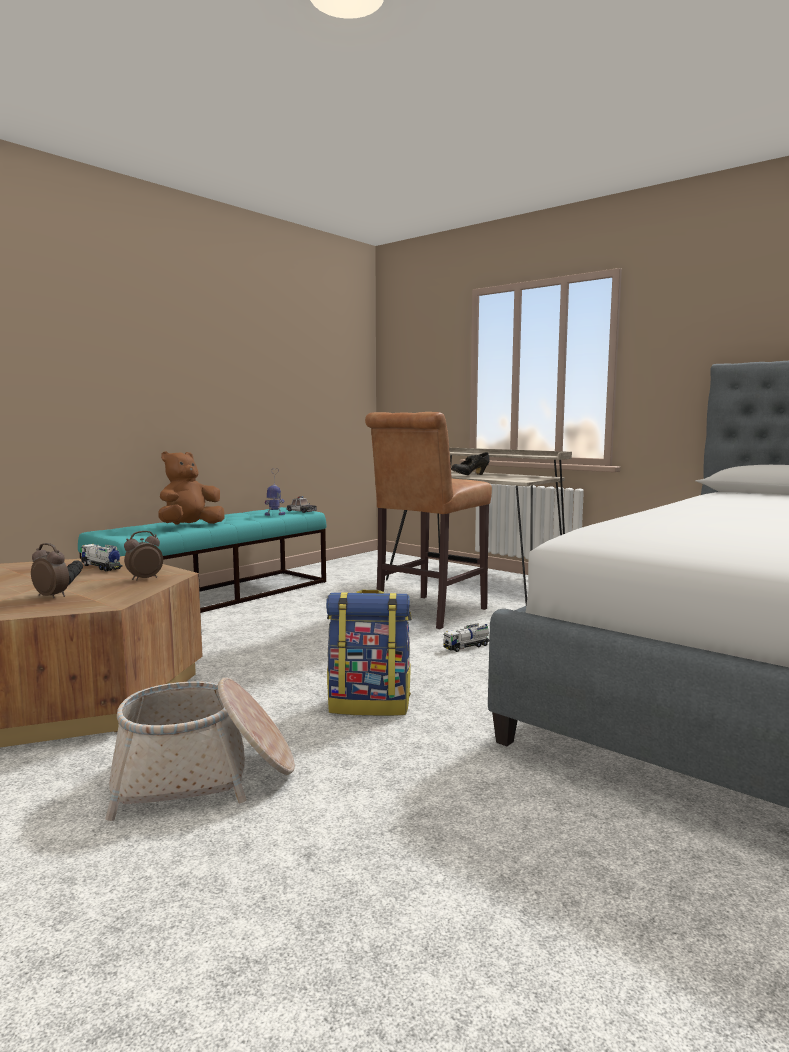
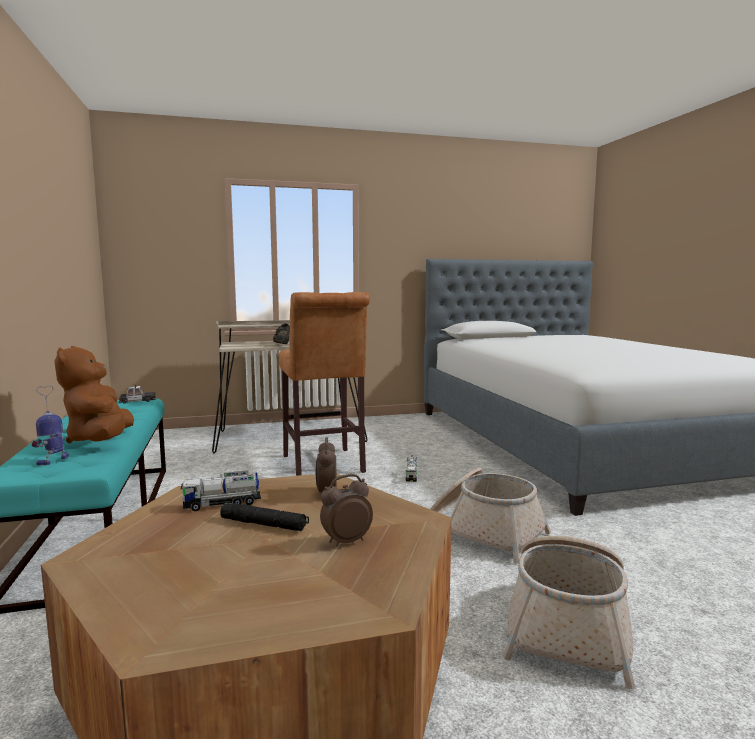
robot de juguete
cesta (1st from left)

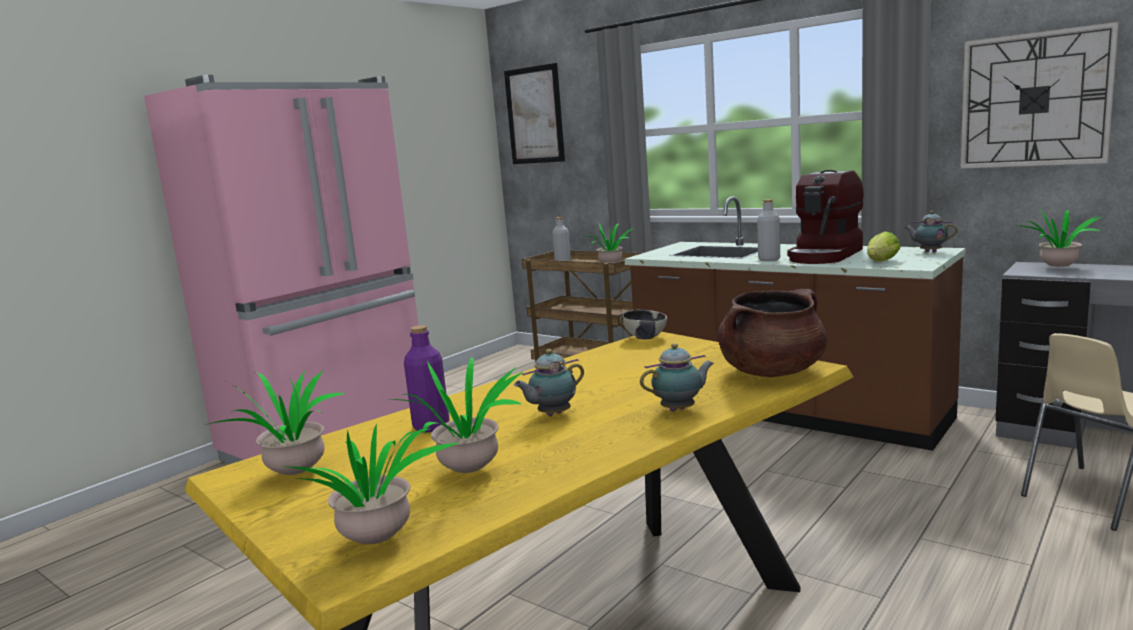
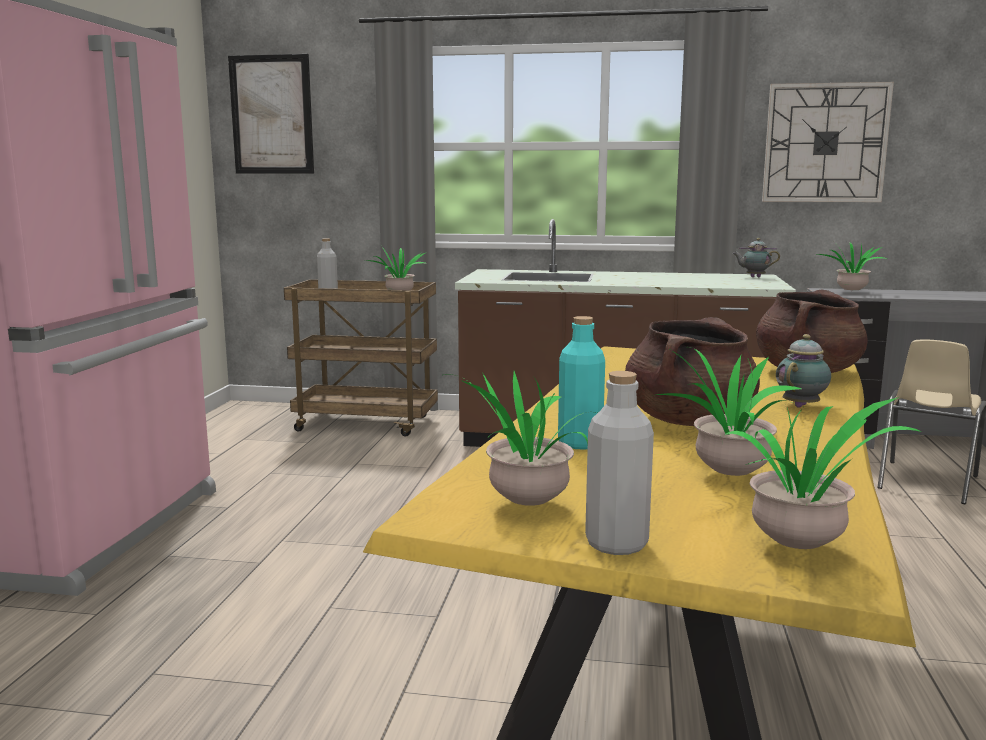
botella [turquesa]
botella [gris] (2nd from left)
olla [marrón] (1st from left)
cuenco
cafetera
lechuga

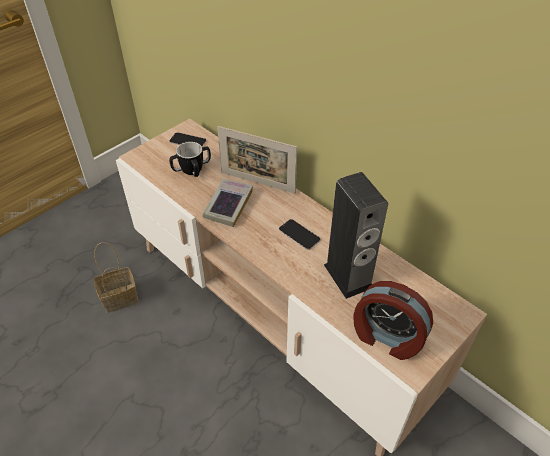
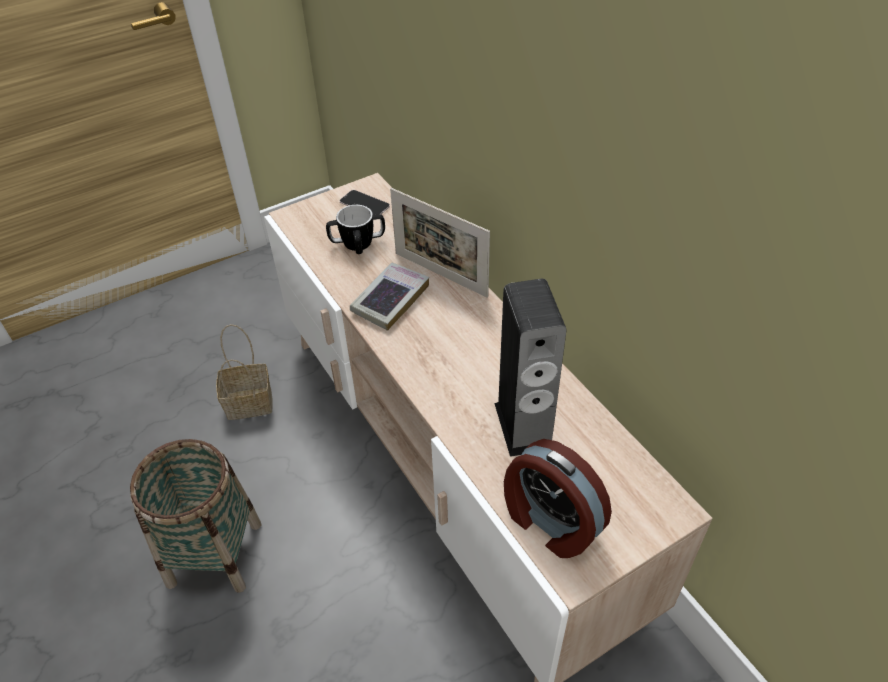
cesta (1st from left)
móvil (2nd from left in the first image)

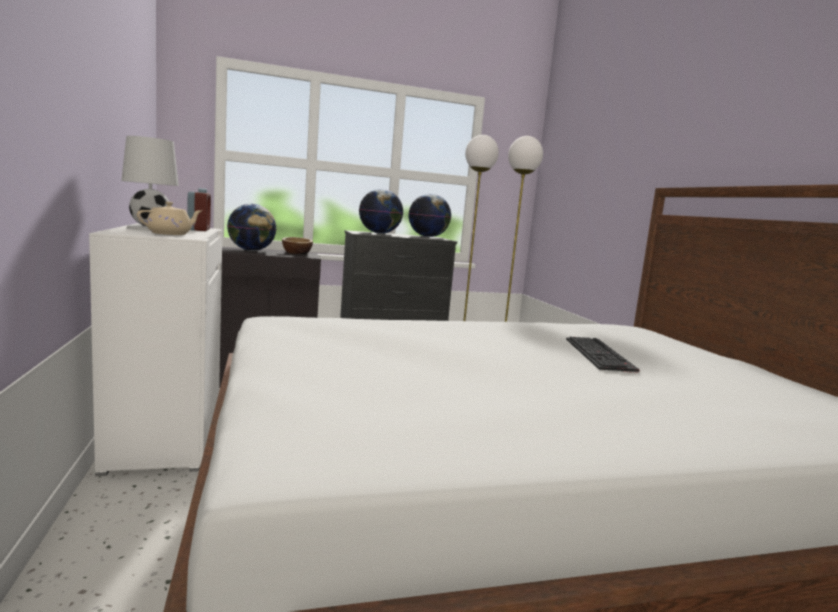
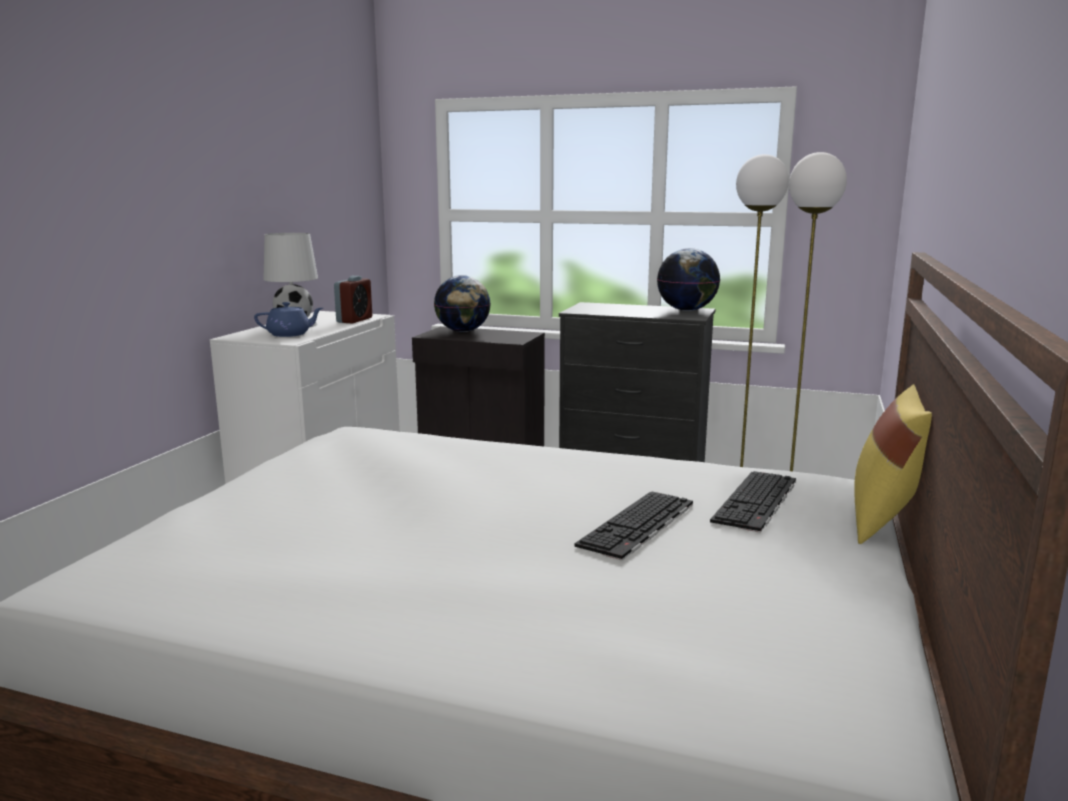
tetera [azul]
teclado (2nd from left)
cojín [amarillo]
cuenco
globo terráqueo (2nd from left in the first image)

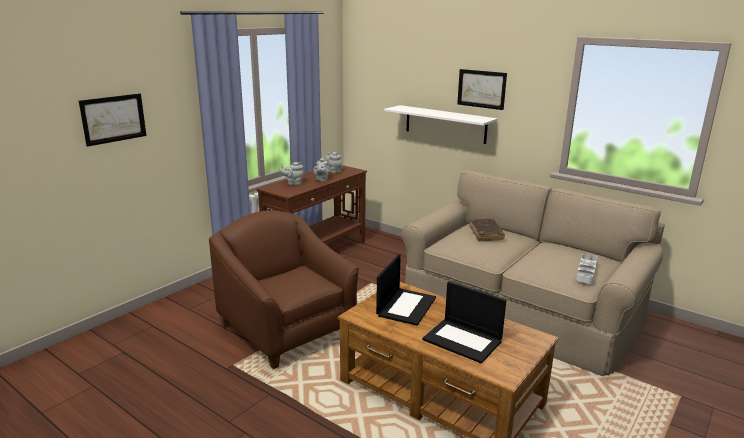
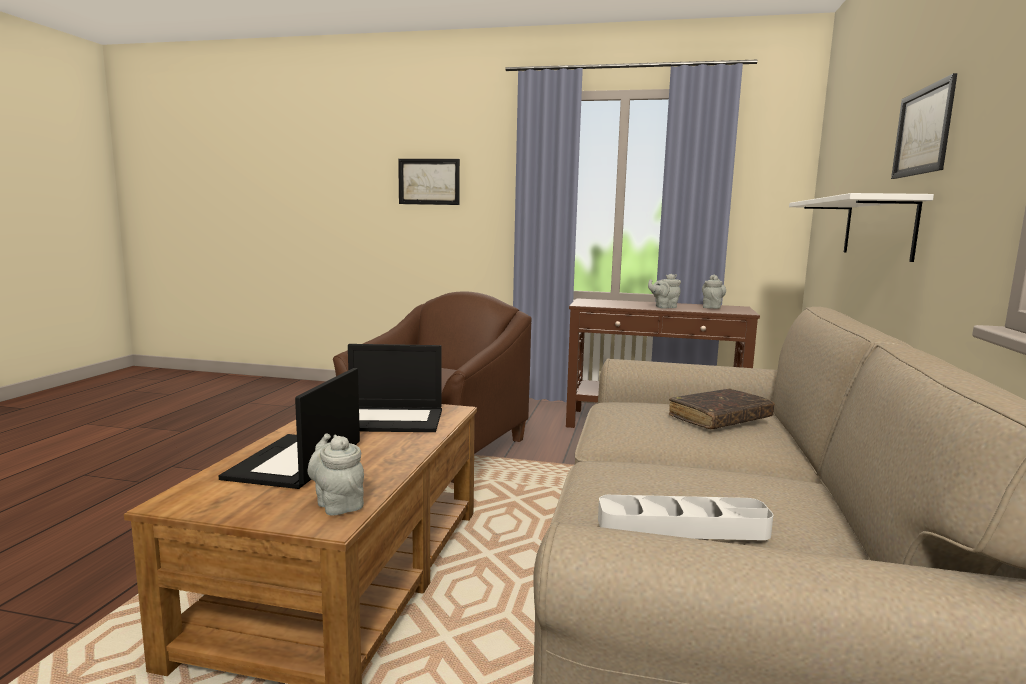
tetera [gris] (1st from left)

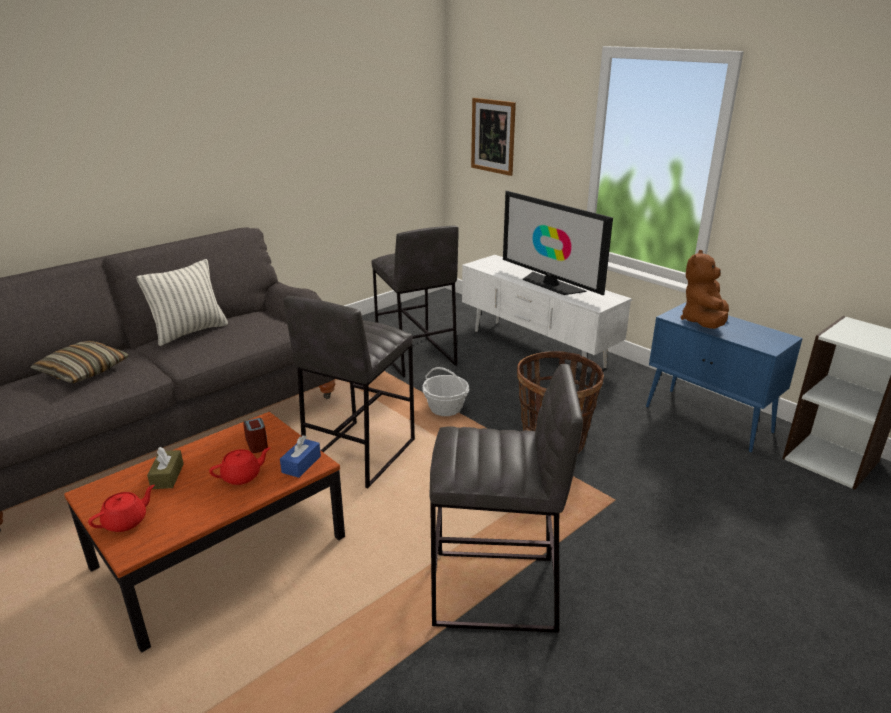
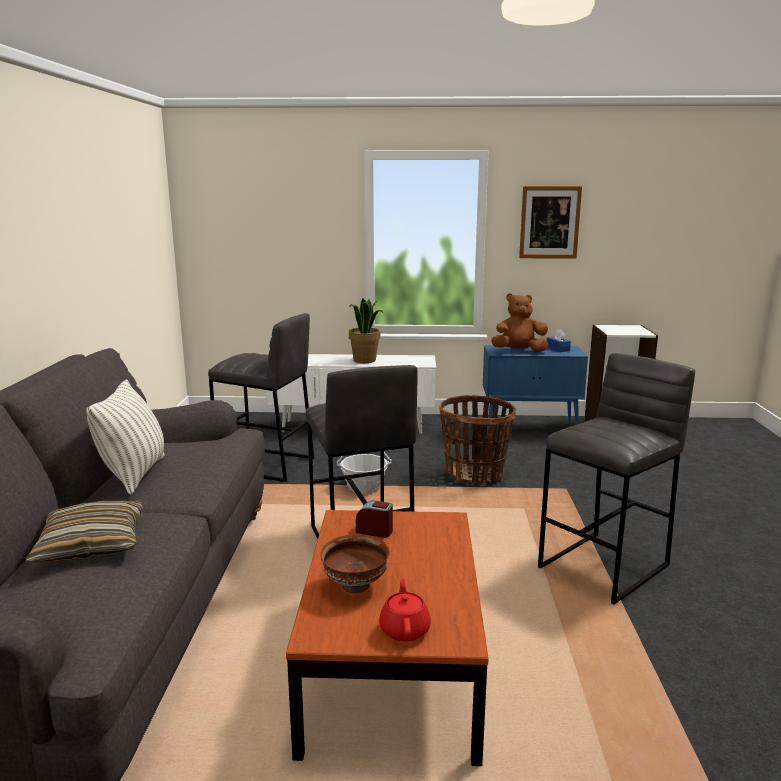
cuenco [marrón]
planta en maceta
peluche [marrón]
cuadro
caja de pañuelos [azul]
tetera [rojo] (2nd from left in the first image)

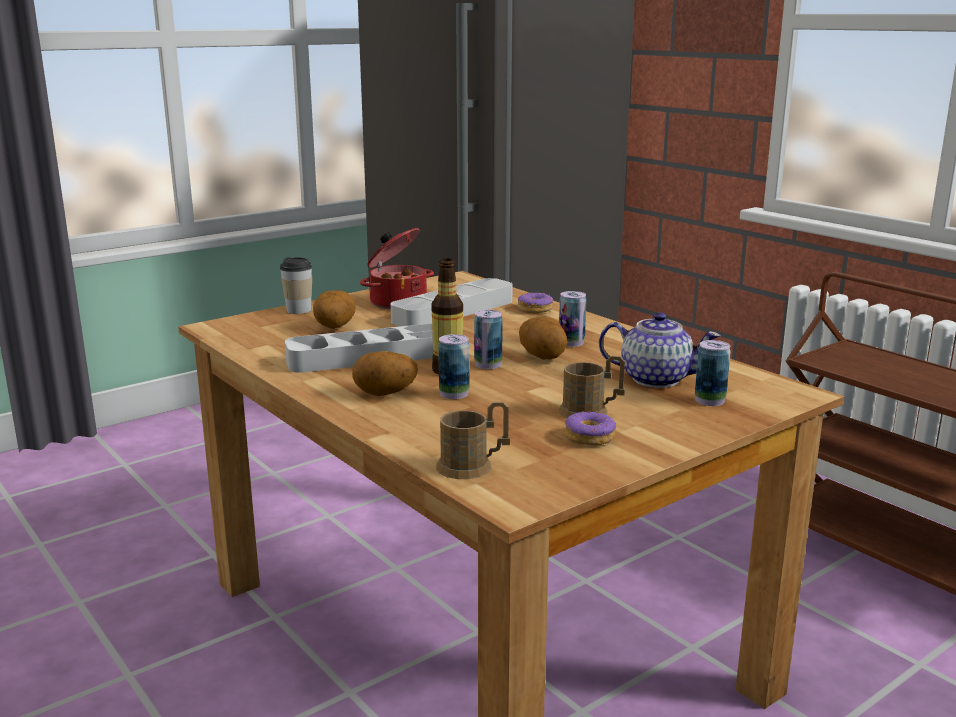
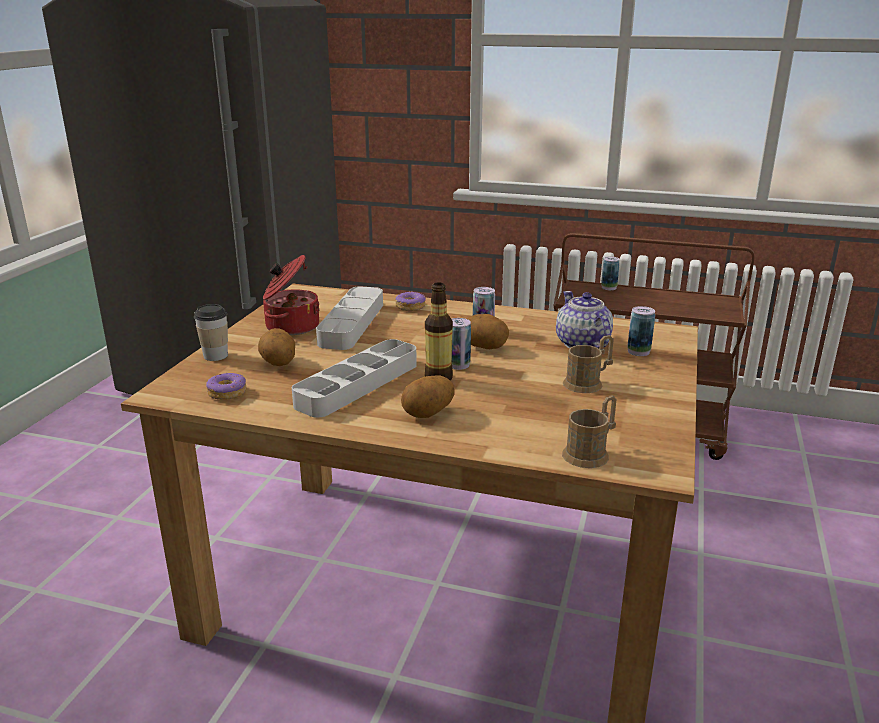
rosquilla (1st from left)
tetera
lata (3rd from left)

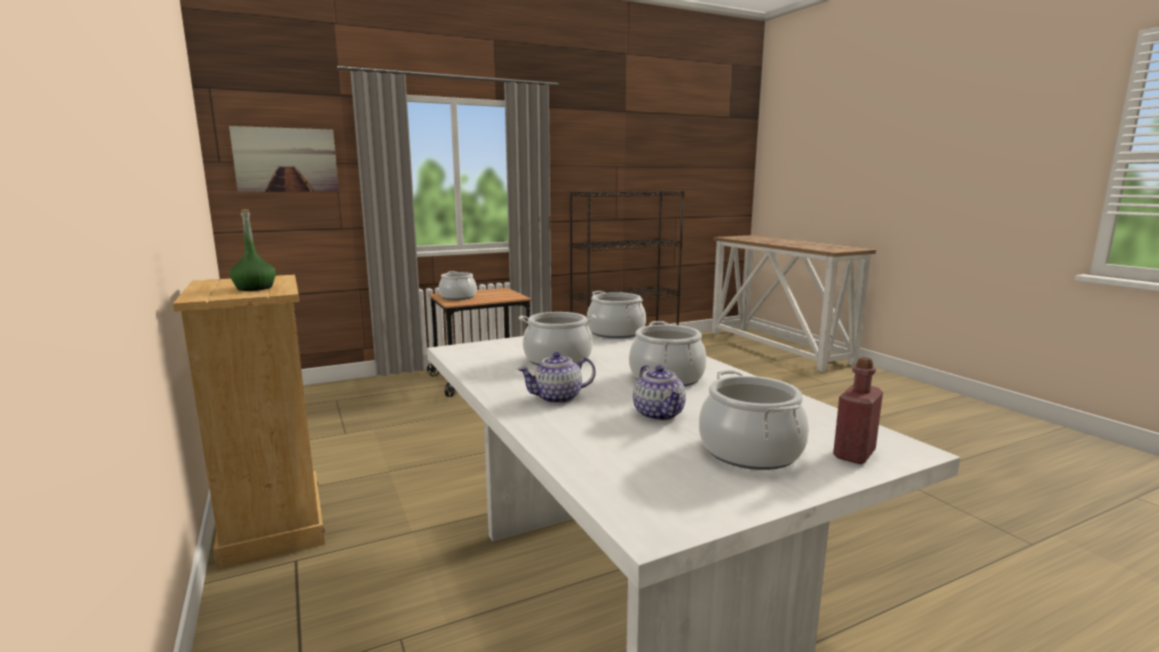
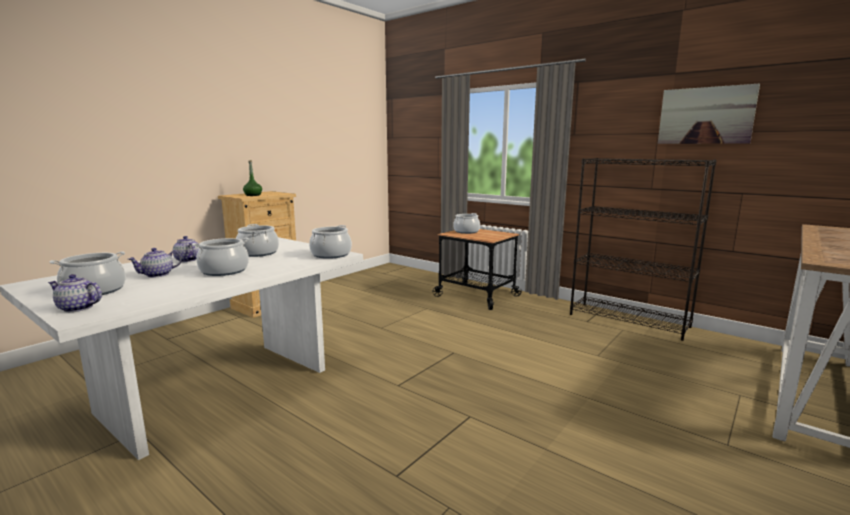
tetera (1st from left)
cuadro

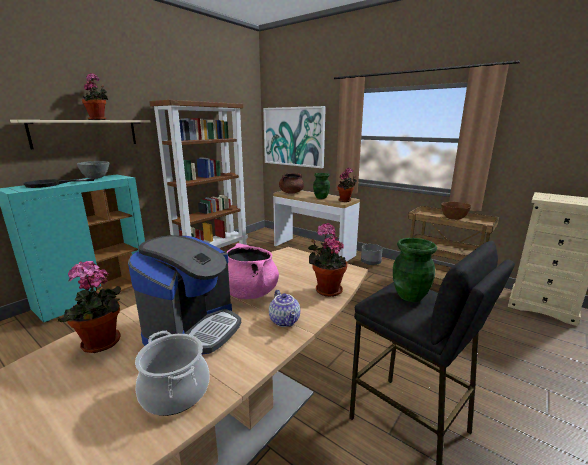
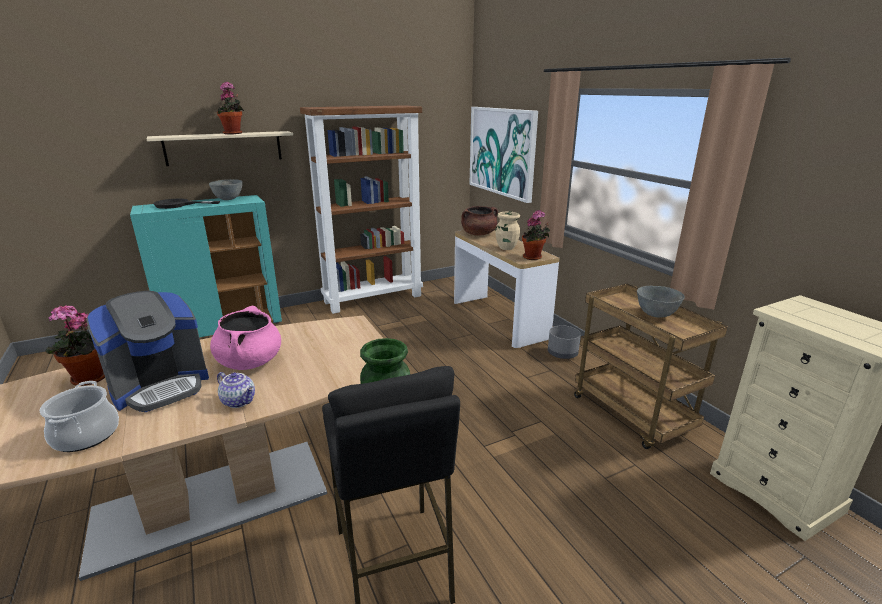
tetera
florero [beis]
cuenco [gris] (2nd from left)
planta en maceta (3rd from left in the first image)

